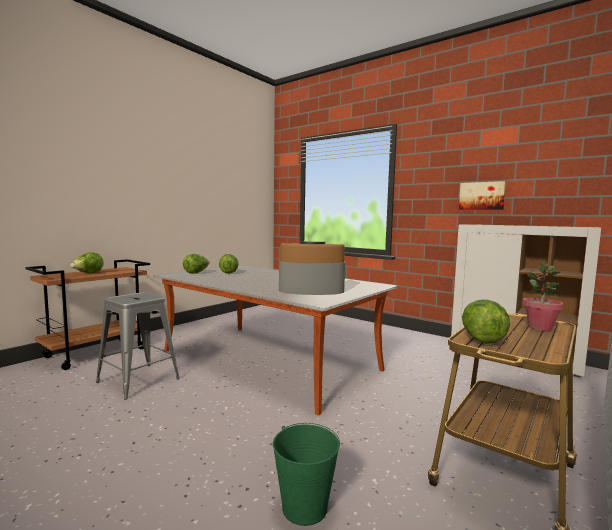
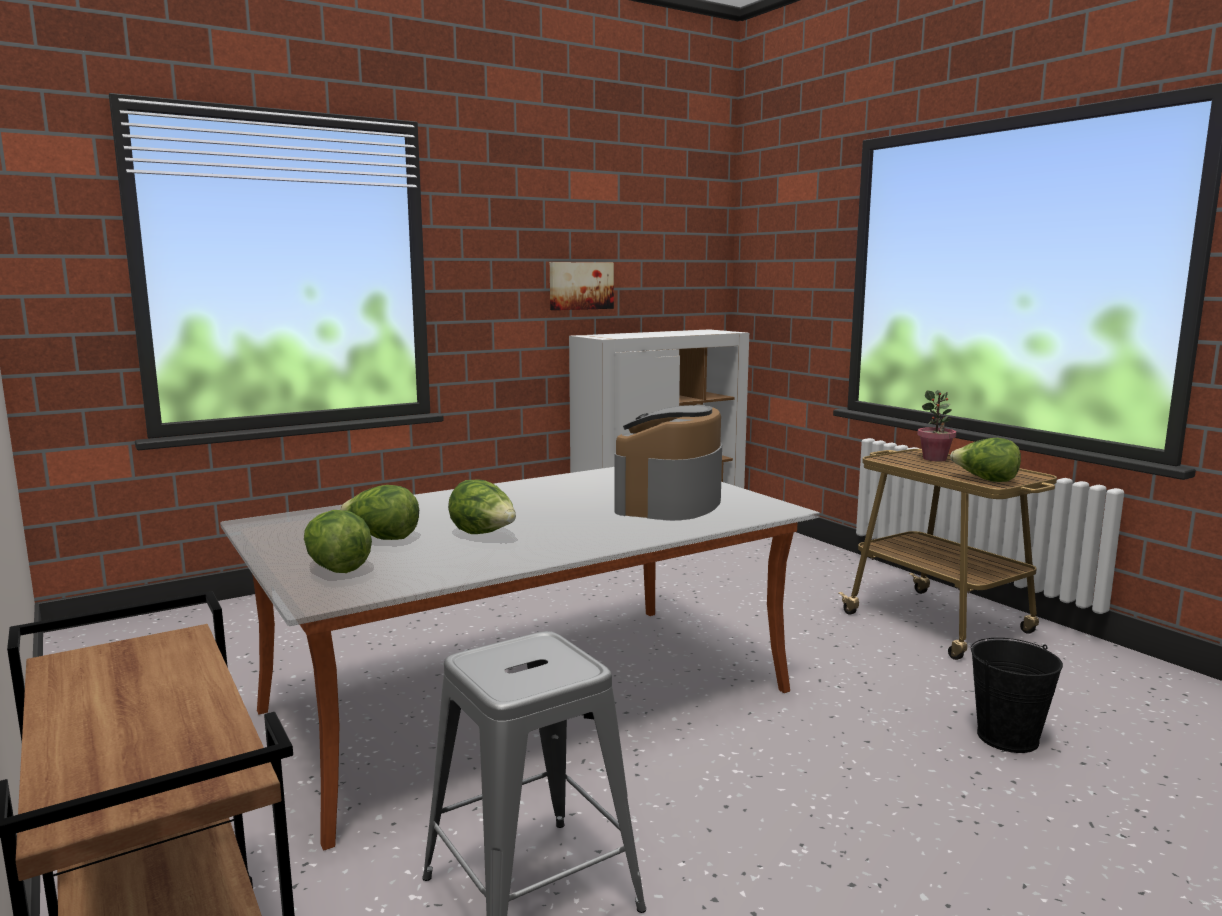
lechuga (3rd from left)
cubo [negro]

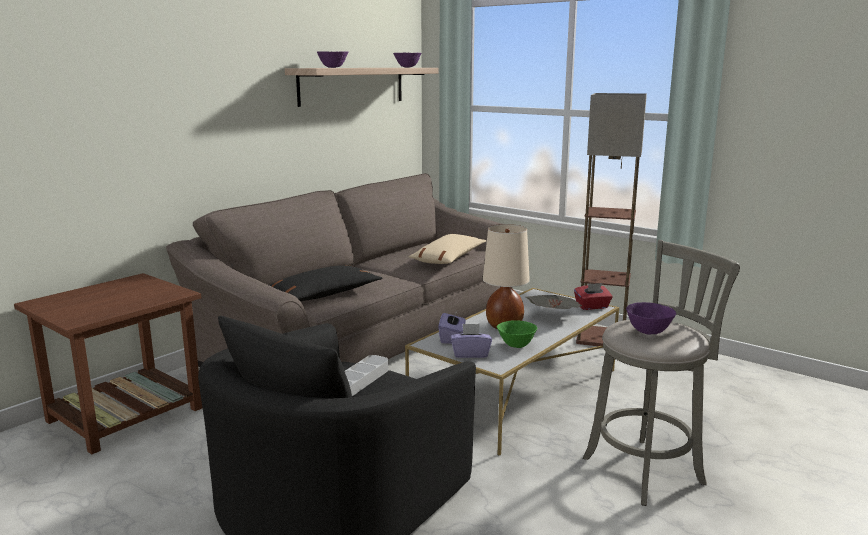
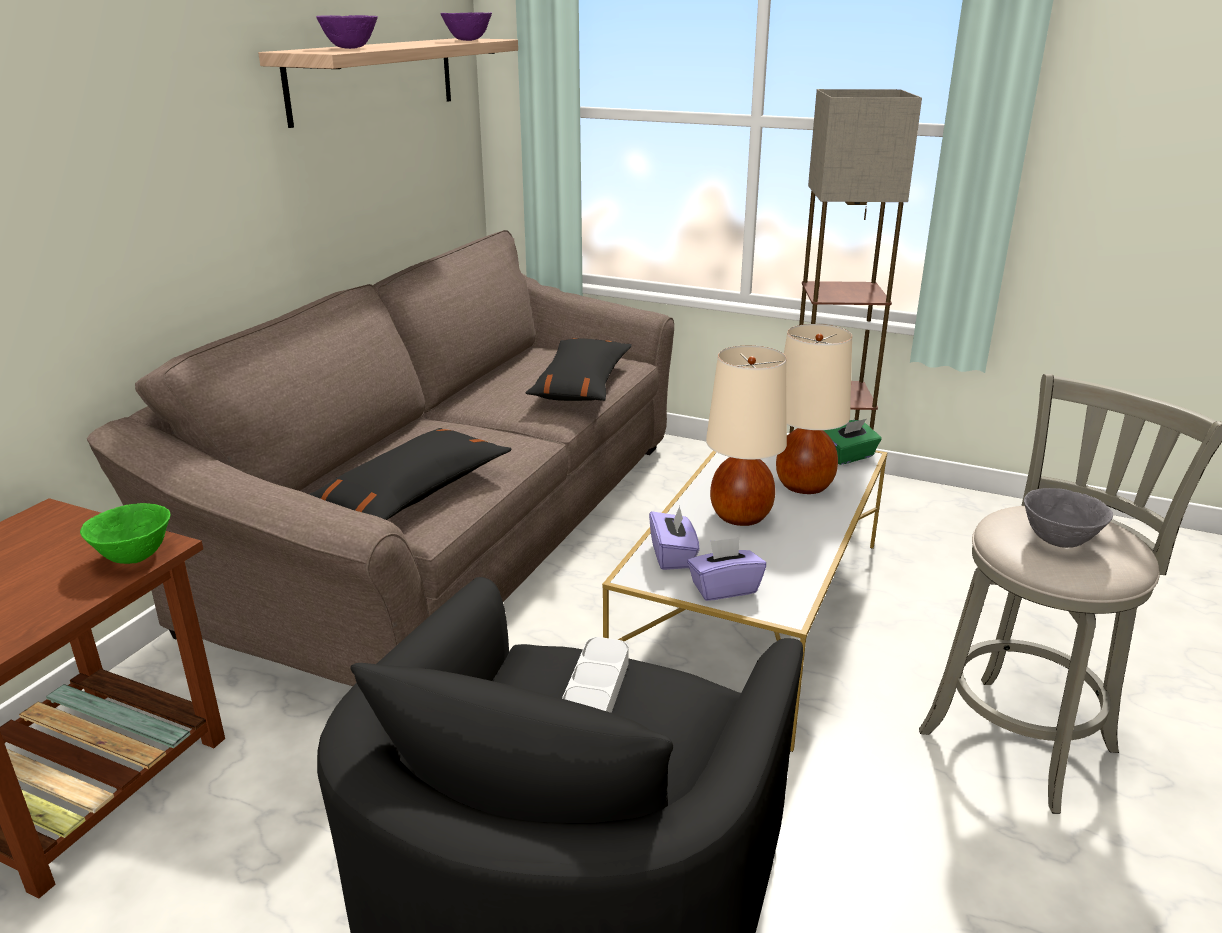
cuenco [verde]
cojín [negro] (2nd from left)
lámpara de mesa [beis] (2nd from left)
caja de pañuelos [verde]
cuenco [gris]

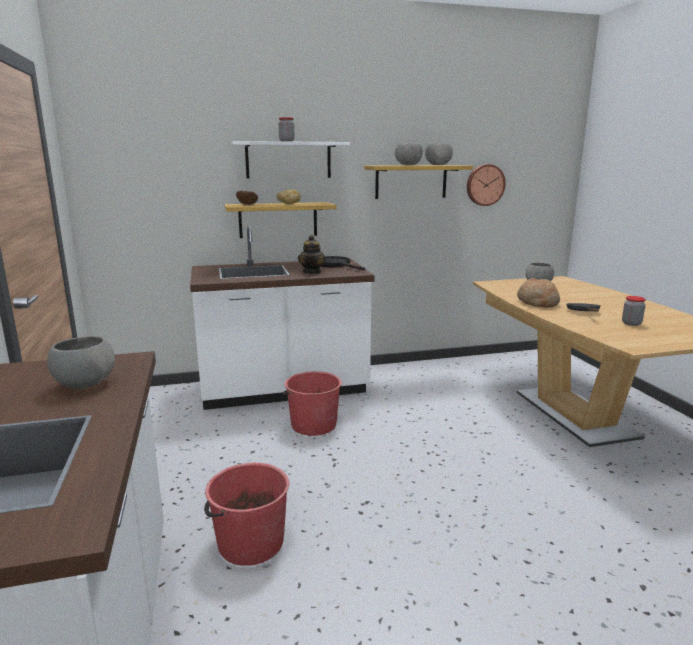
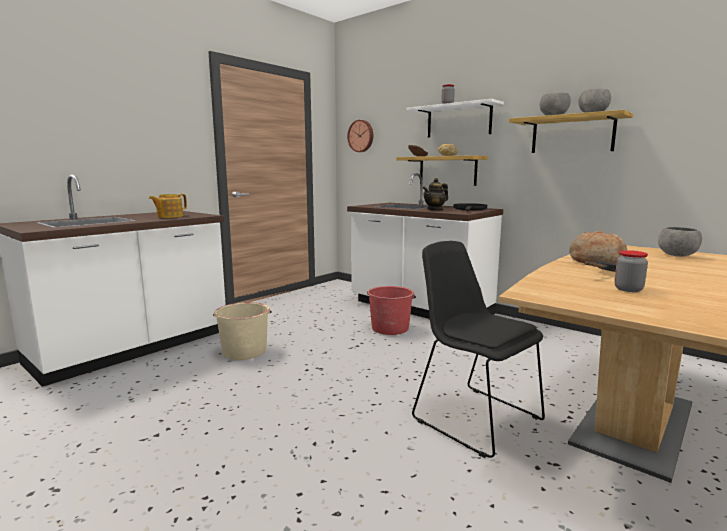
tetera (1st from left)
cubo [beis]
reloj de pared
silla [negro]

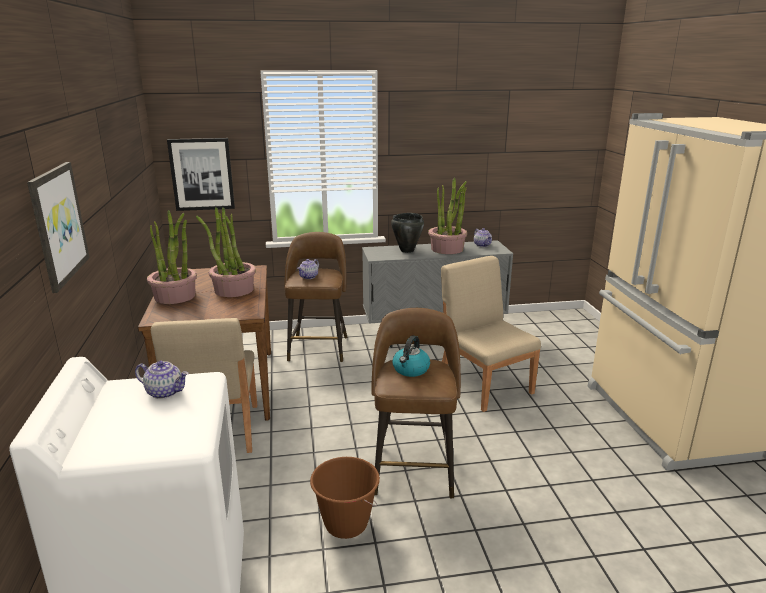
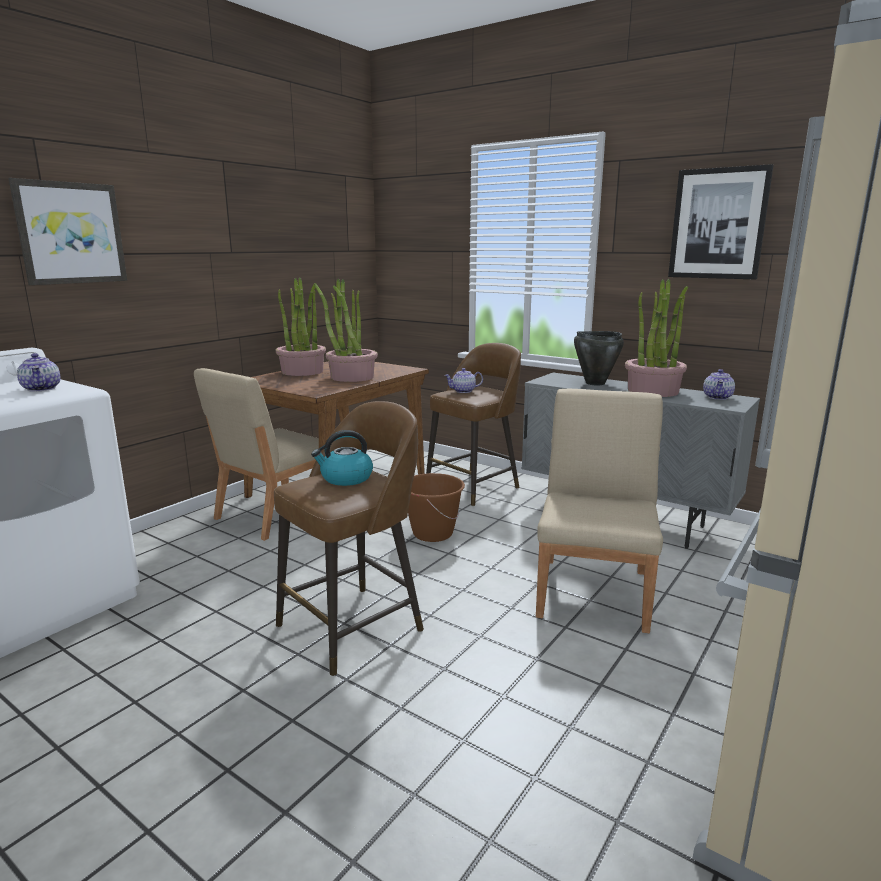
cubo [marrón]
cuadro (2nd from left)

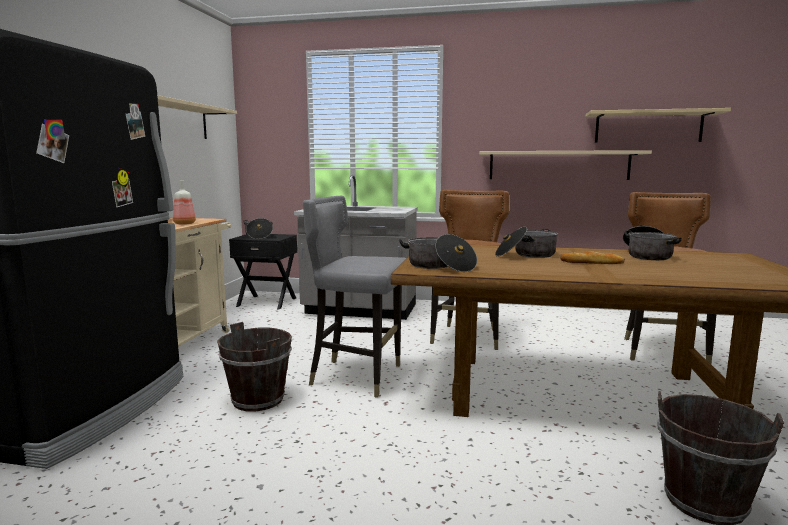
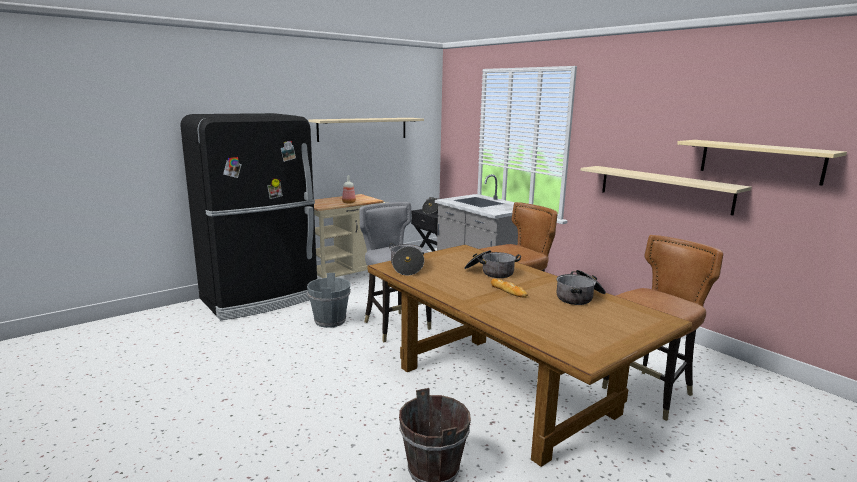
cubo [gris]

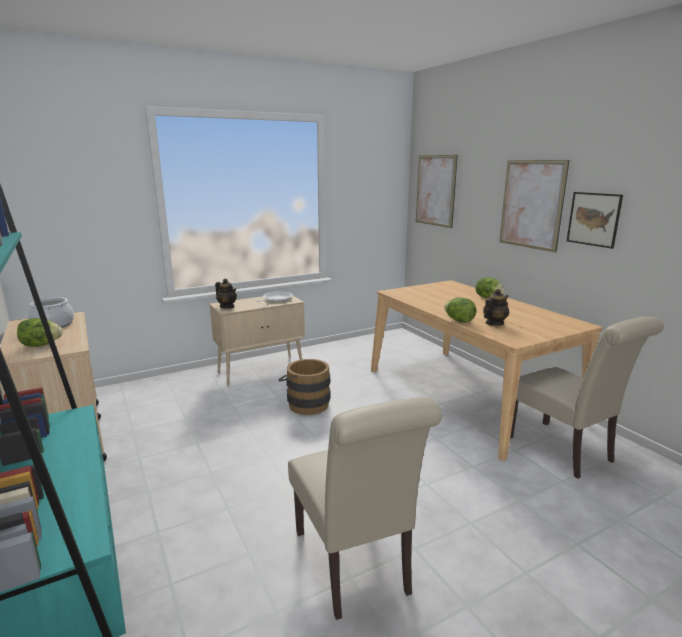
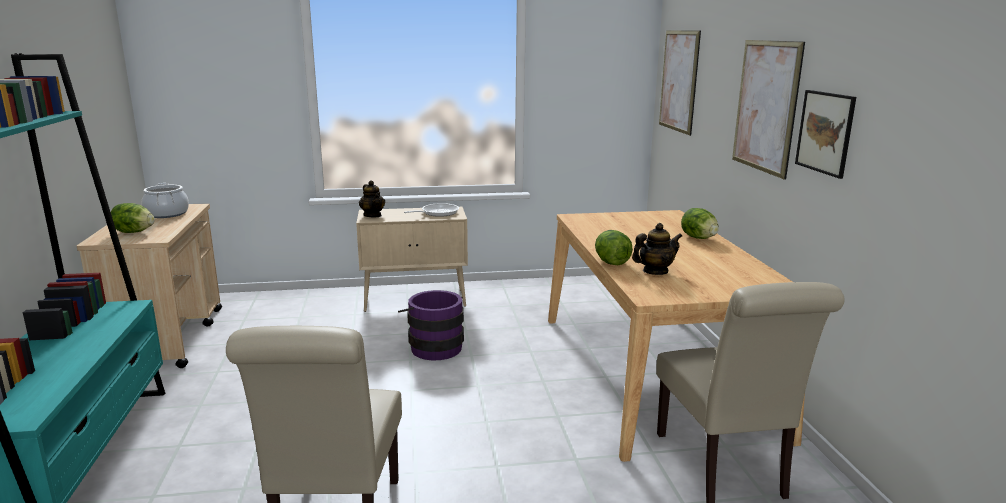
cubo [morado]

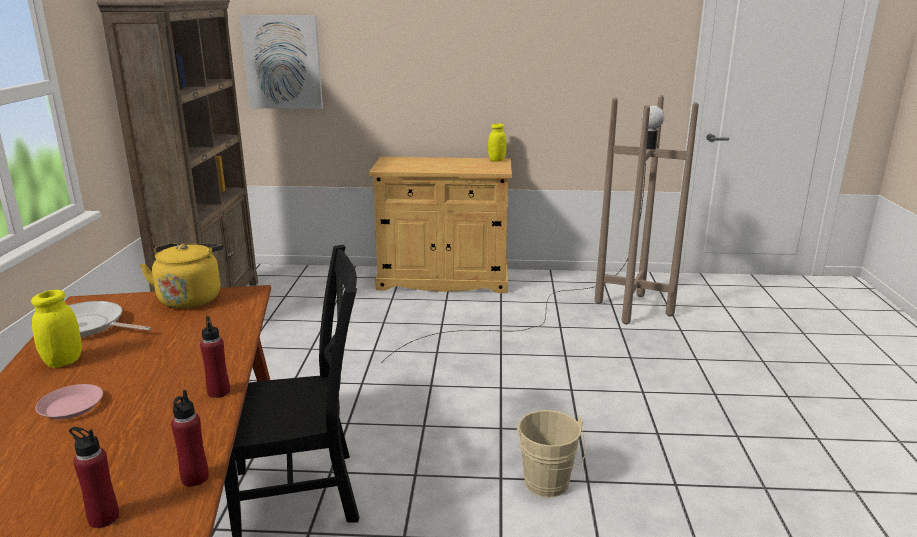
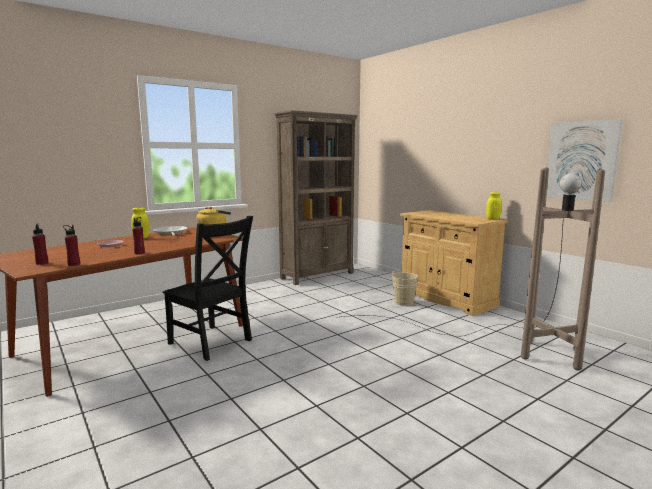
cubo [beis]
cuadro

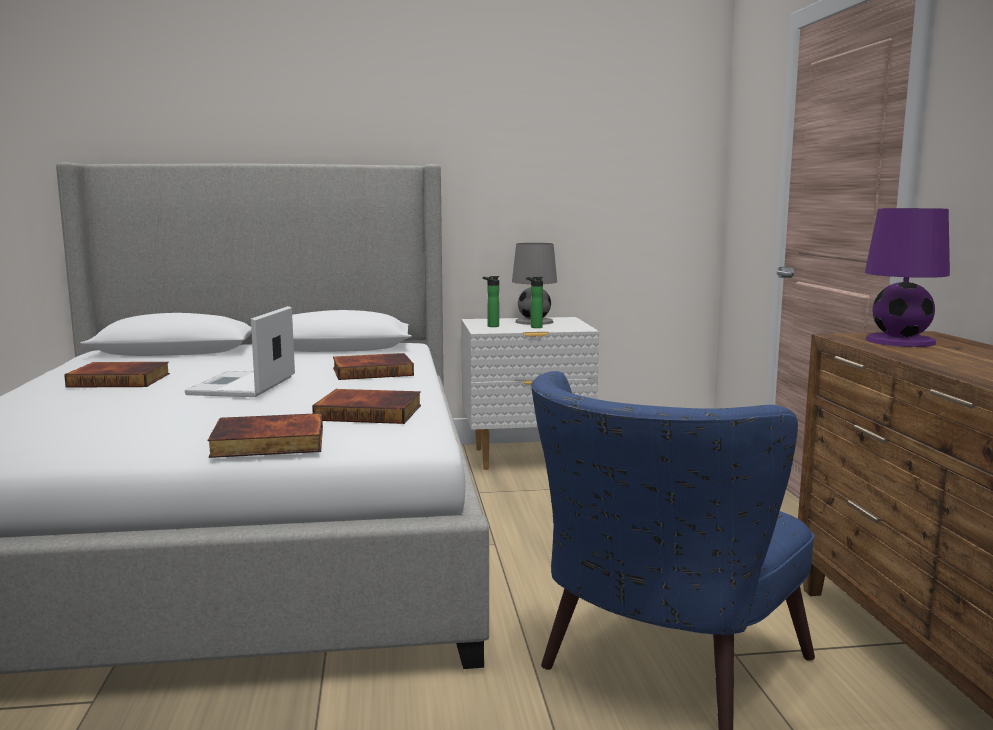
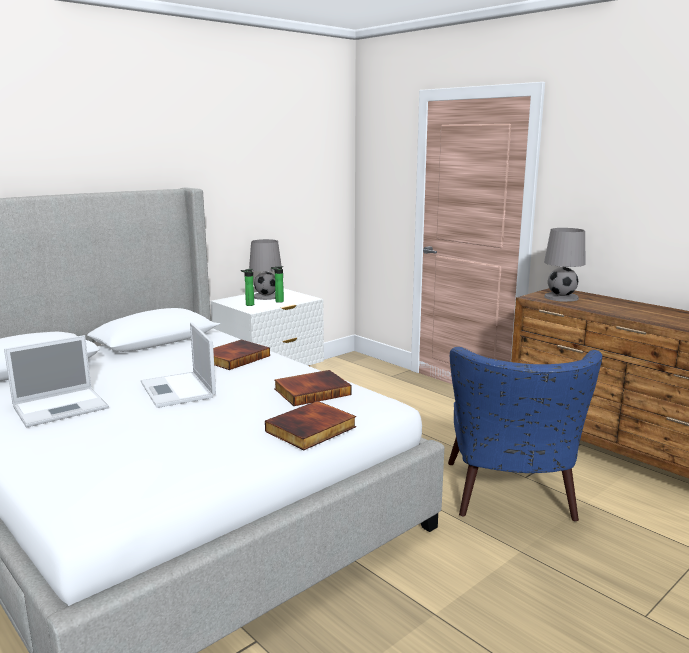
portátil (1st from left)
lámpara de mesa [gris] (2nd from left)

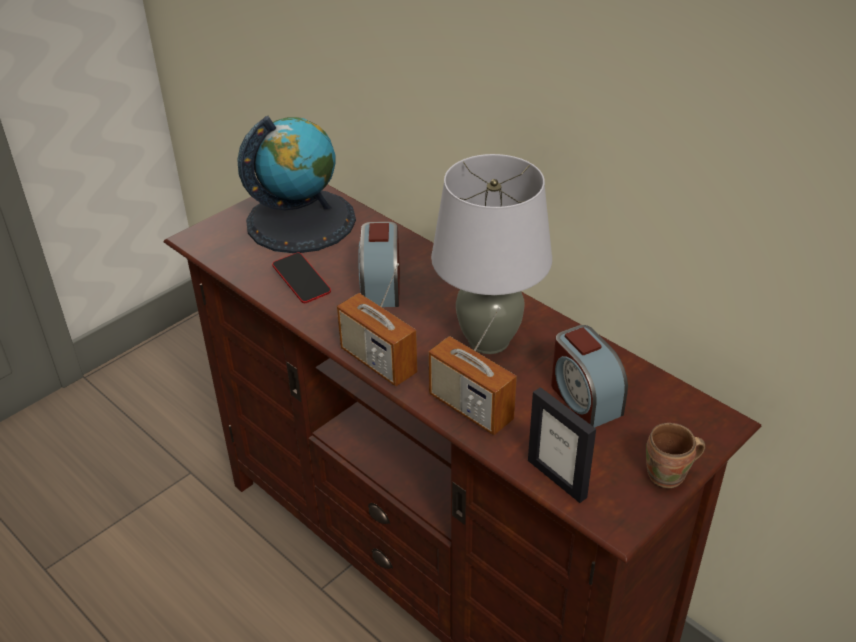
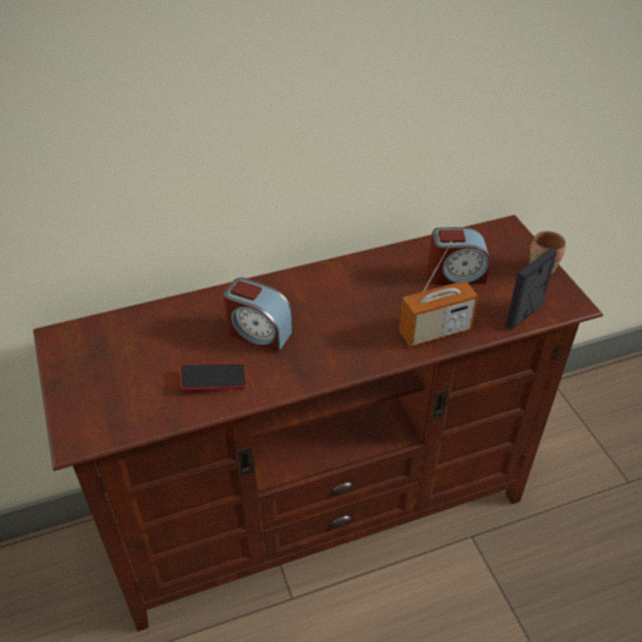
portarretratos
globo terráqueo
radio (1st from left in the first image)
lámpara de mesa [gris]

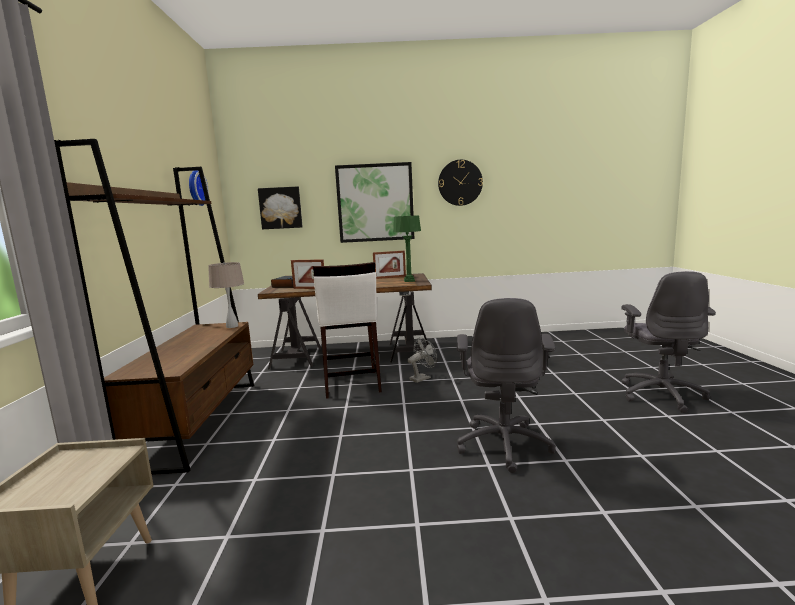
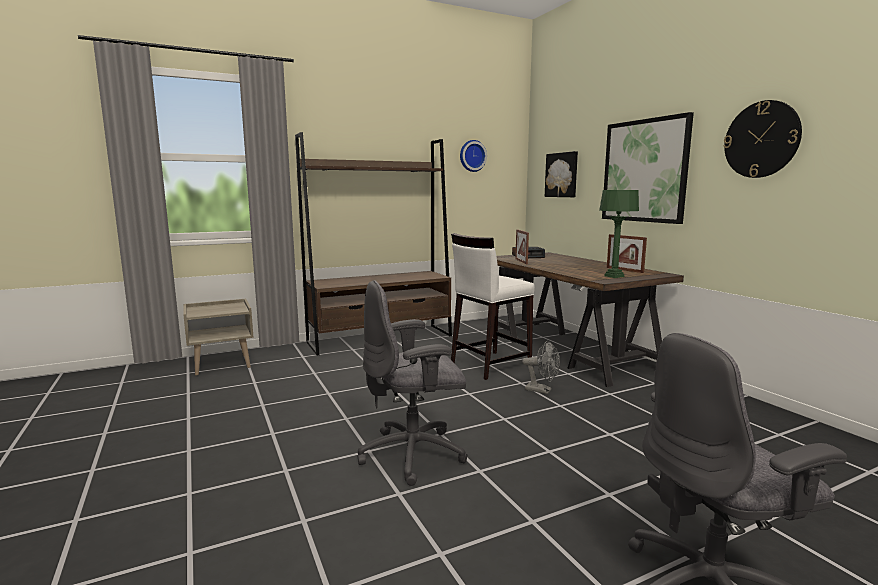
lámpara de mesa [beis]

